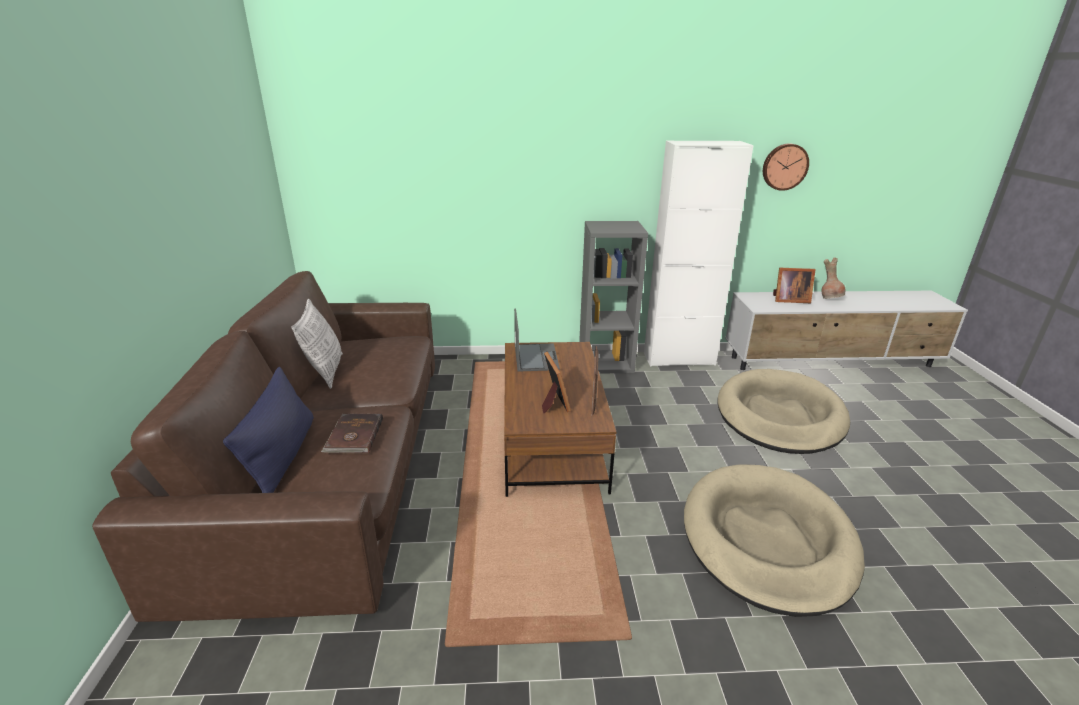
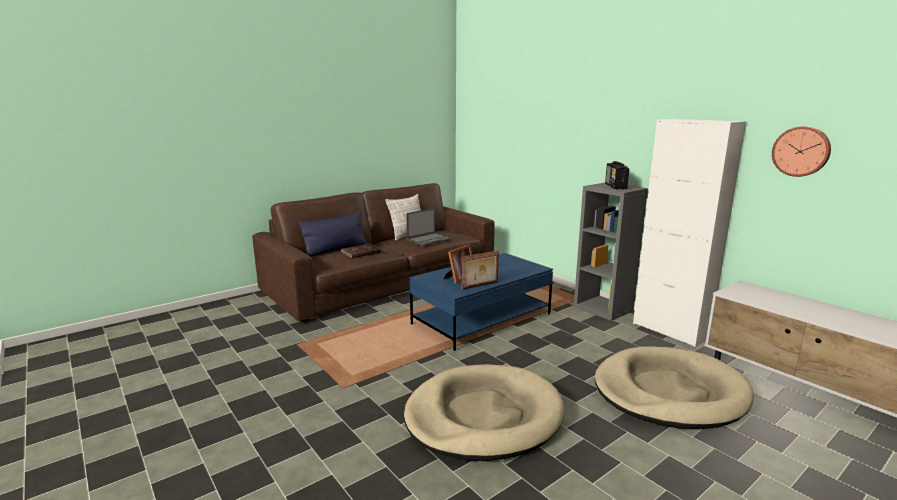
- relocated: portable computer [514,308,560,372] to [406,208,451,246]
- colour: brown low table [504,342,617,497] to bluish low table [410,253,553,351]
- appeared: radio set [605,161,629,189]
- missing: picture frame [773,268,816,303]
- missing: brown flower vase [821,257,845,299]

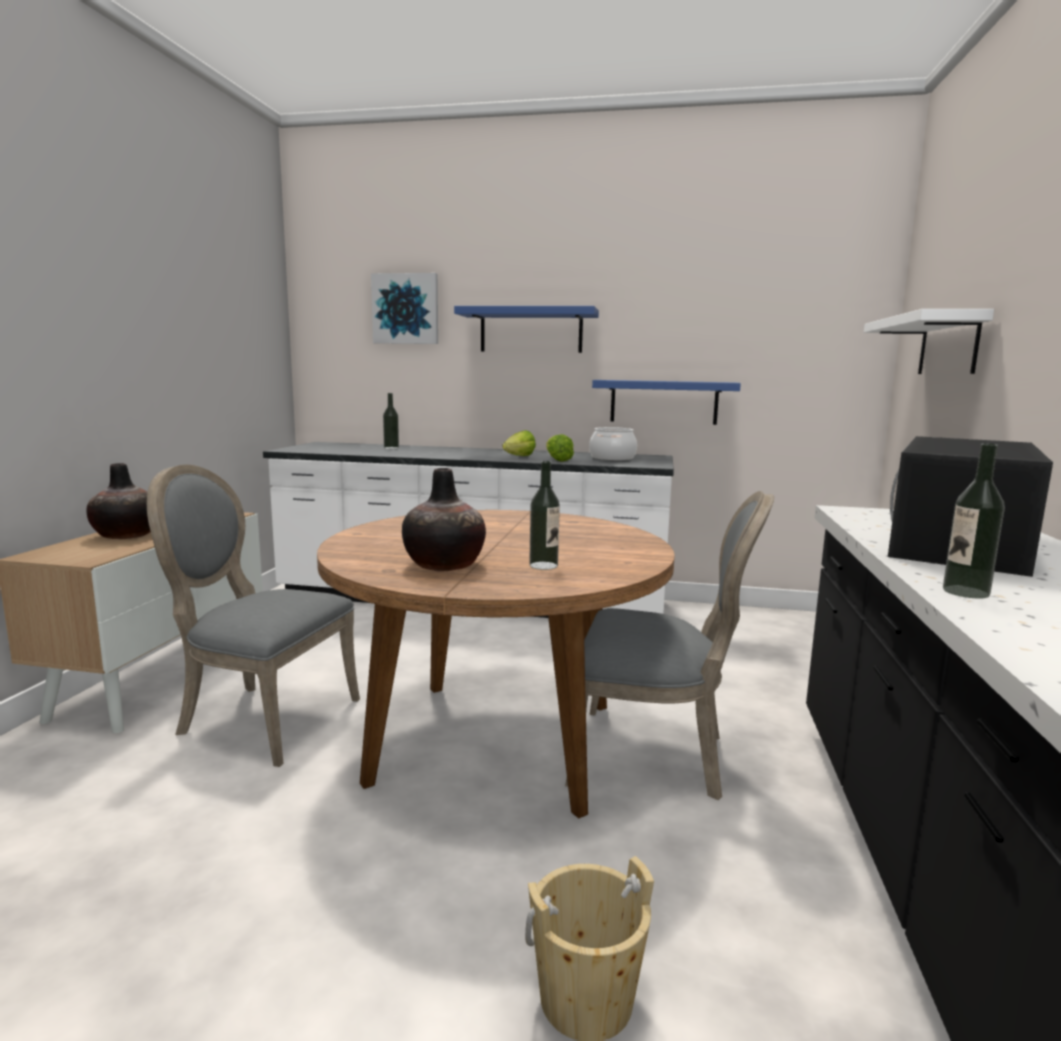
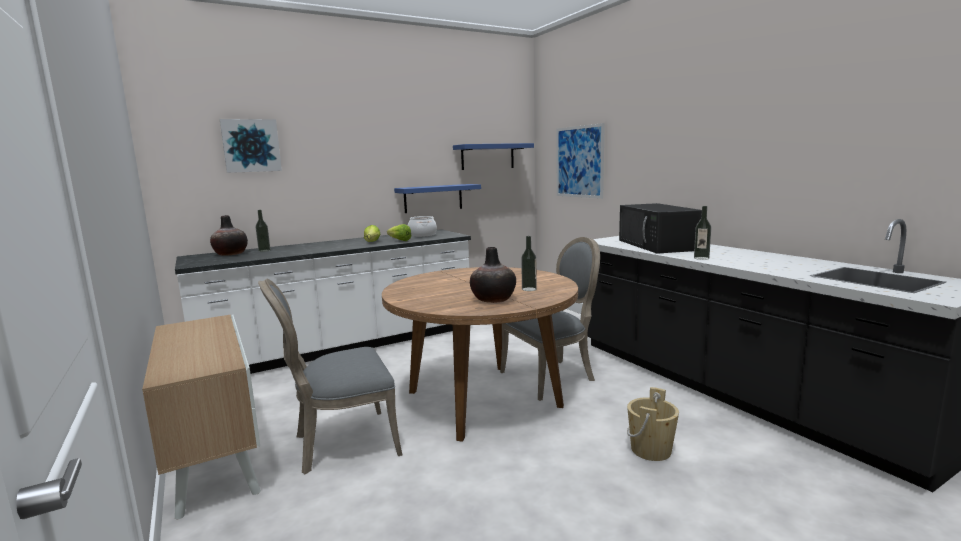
- relocated: flower vase [86,463,151,539] to [210,215,248,256]
- relocated: bluish shelf [454,306,599,353] to [453,143,534,170]
- exchanged: whitish shelf [864,309,994,374] to wall picture [557,123,605,199]

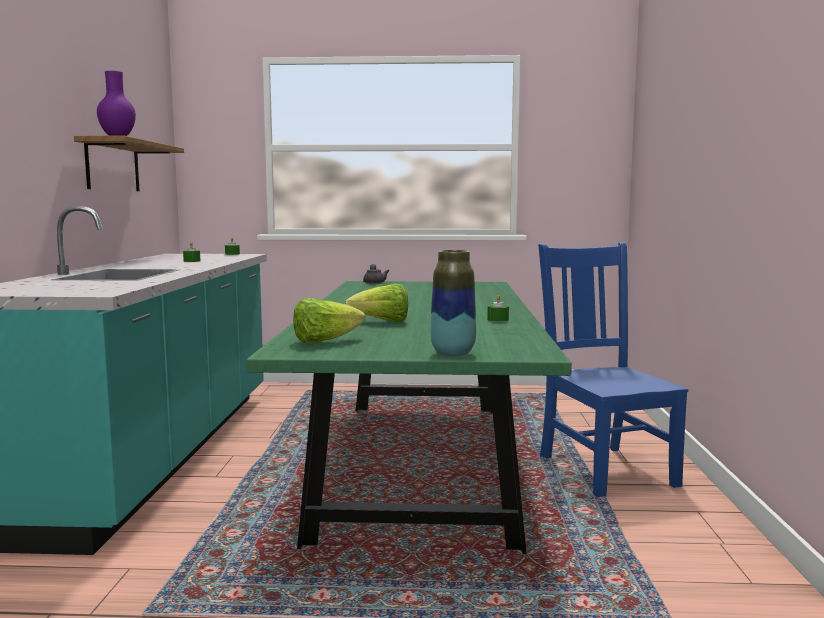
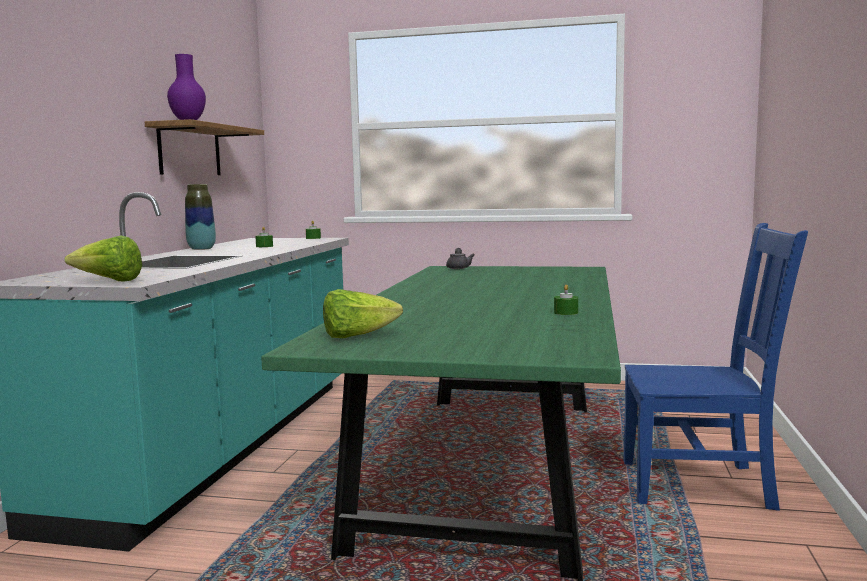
- relocated: lettuce head [344,284,408,322] to [65,235,142,282]
- relocated: flower vase [430,250,476,357] to [185,184,216,250]
- spun: bluish chair [538,242,688,497] = [624,223,808,511] 105 degrees clockwise

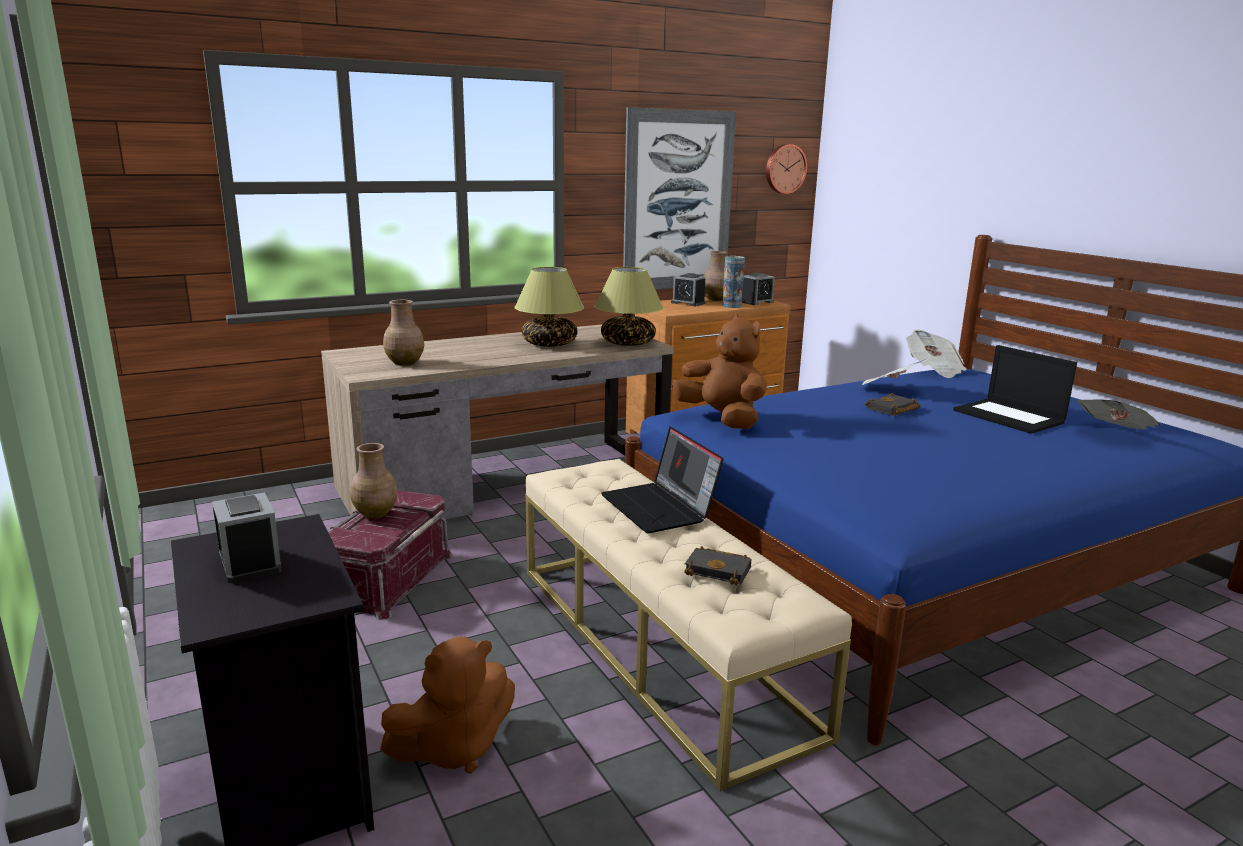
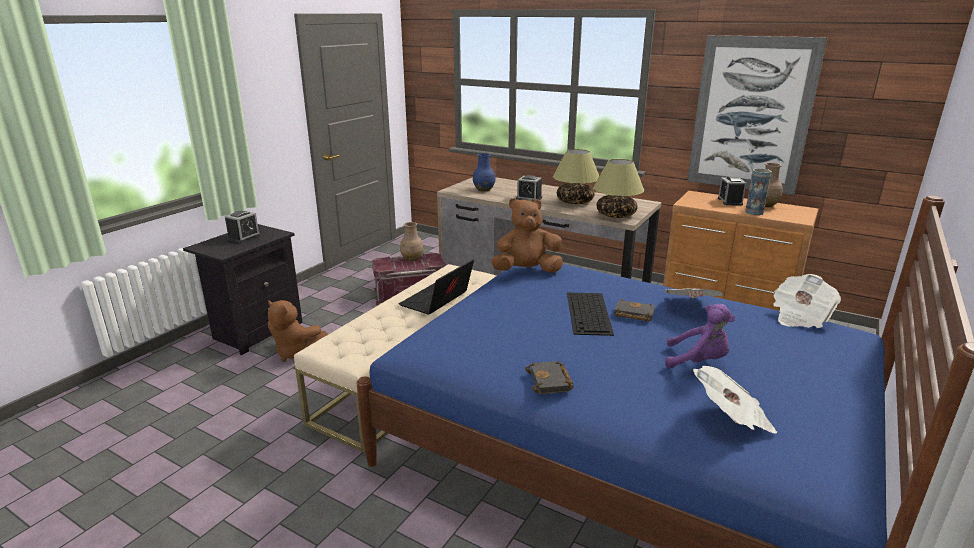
- colour: brown flower vase [383,300,424,366] to bluish flower vase [473,153,496,192]
- spun: brown soft toy [672,314,767,429] = [491,198,563,273] 120 degrees counterclockwise
- relocated: alarm clock [742,273,775,305] to [516,175,542,202]
- relocated: blackish bound book [684,546,751,585] to [525,361,574,394]
- appeared: PC keyboard [567,292,614,336]
- exchanged: portable computer [953,345,1077,434] to purple soft toy [665,304,735,369]
- missing: clock on the wall [766,144,807,194]

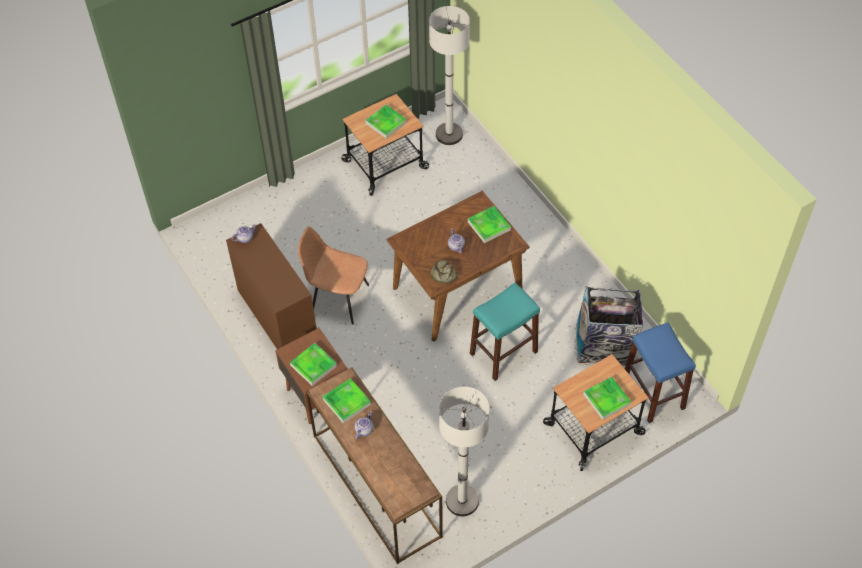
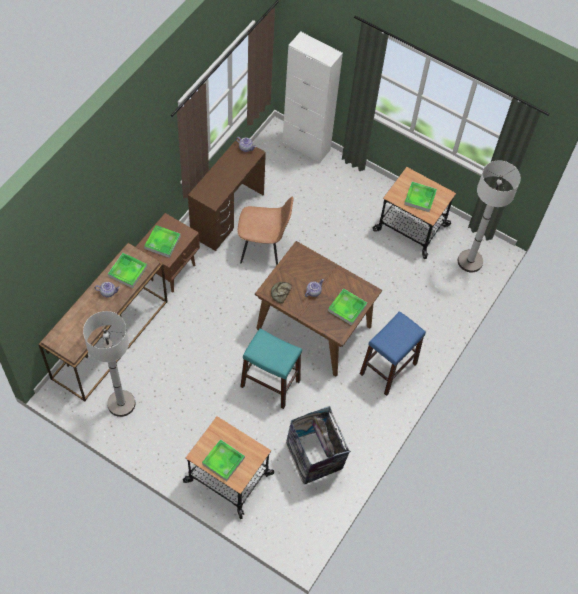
- spun: brown chair [298,227,369,325] = [238,196,293,266] 105 degrees clockwise
- appeared: whitish storage cabinet [282,31,343,163]
- relocated: bluish stool [625,322,696,423] to [360,311,426,396]

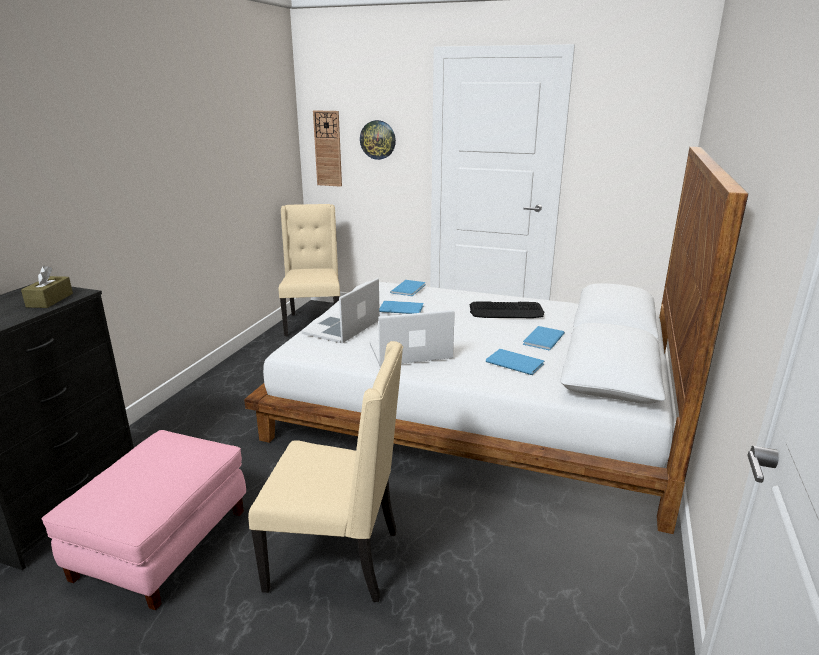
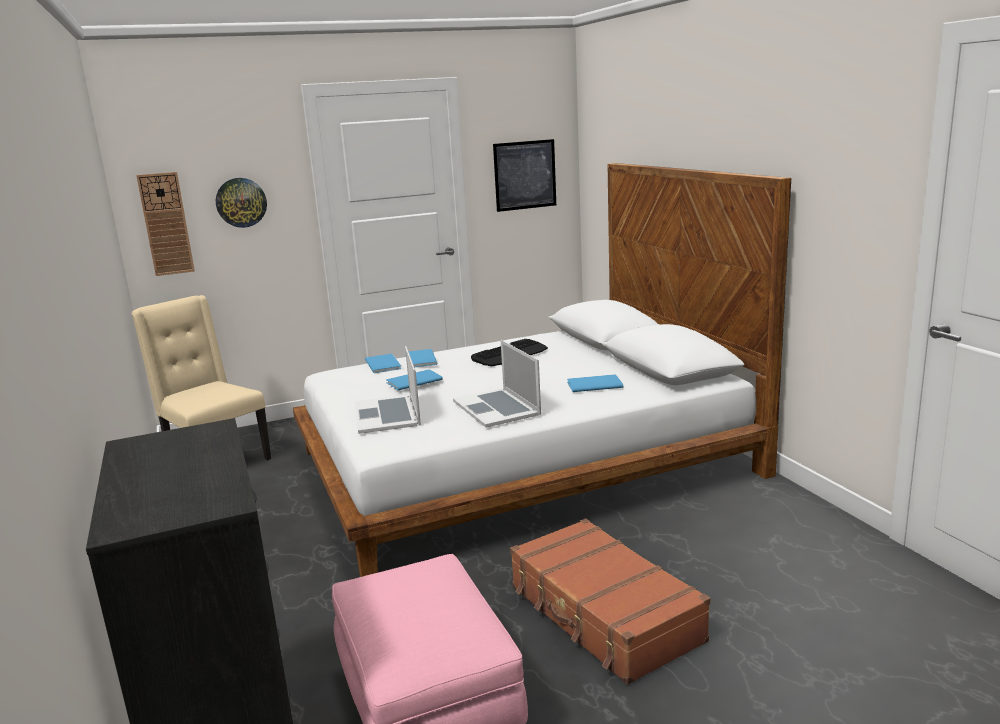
- relocated: bluish bound book [523,326,565,351] to [405,349,437,367]
- spun: portable computer [370,310,455,366] = [453,340,541,428] 60 degrees counterclockwise
- appeared: wall picture [493,139,556,212]
- exchanged: sand-coloured chair [248,341,403,602] to brown suitcase [510,519,710,685]
- missing: brown box of tissues [21,266,73,308]

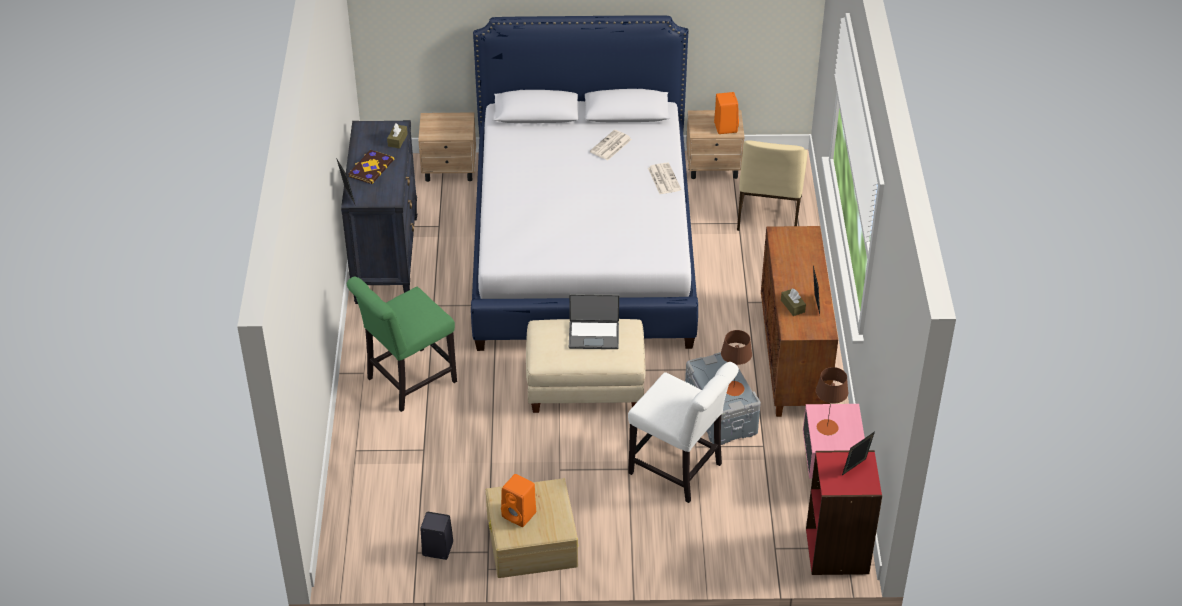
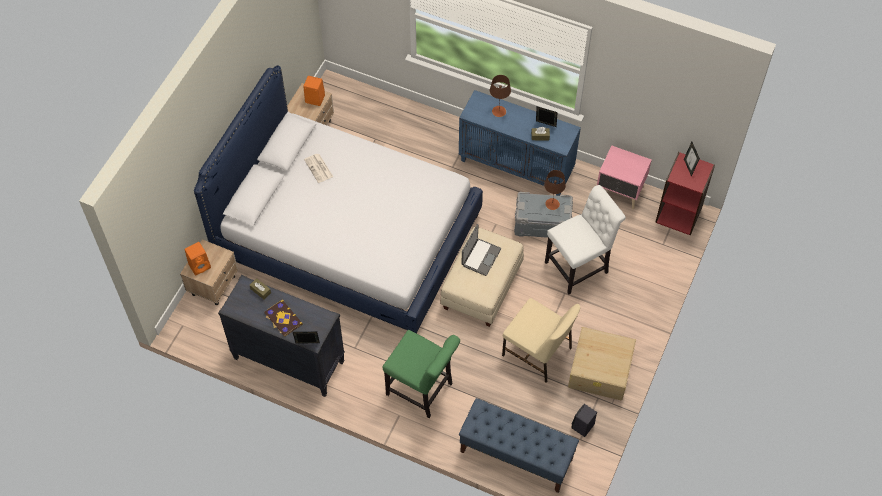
- relocated: orangey loudspeaker [501,474,536,527] to [185,242,211,275]
- spun: green chair [347,277,457,412] = [382,330,460,418] 45 degrees counterclockwise
- colour: brown storage cabinet [761,226,838,417] to bluish storage cabinet [459,90,581,196]
- appeared: bluish long seat [459,398,579,493]
- relocated: brown table lamp [816,367,848,435] to [490,75,511,117]
- relocated: sand-coloured chair [737,141,808,231] to [502,298,580,383]
- missing: daily paper [648,163,681,194]

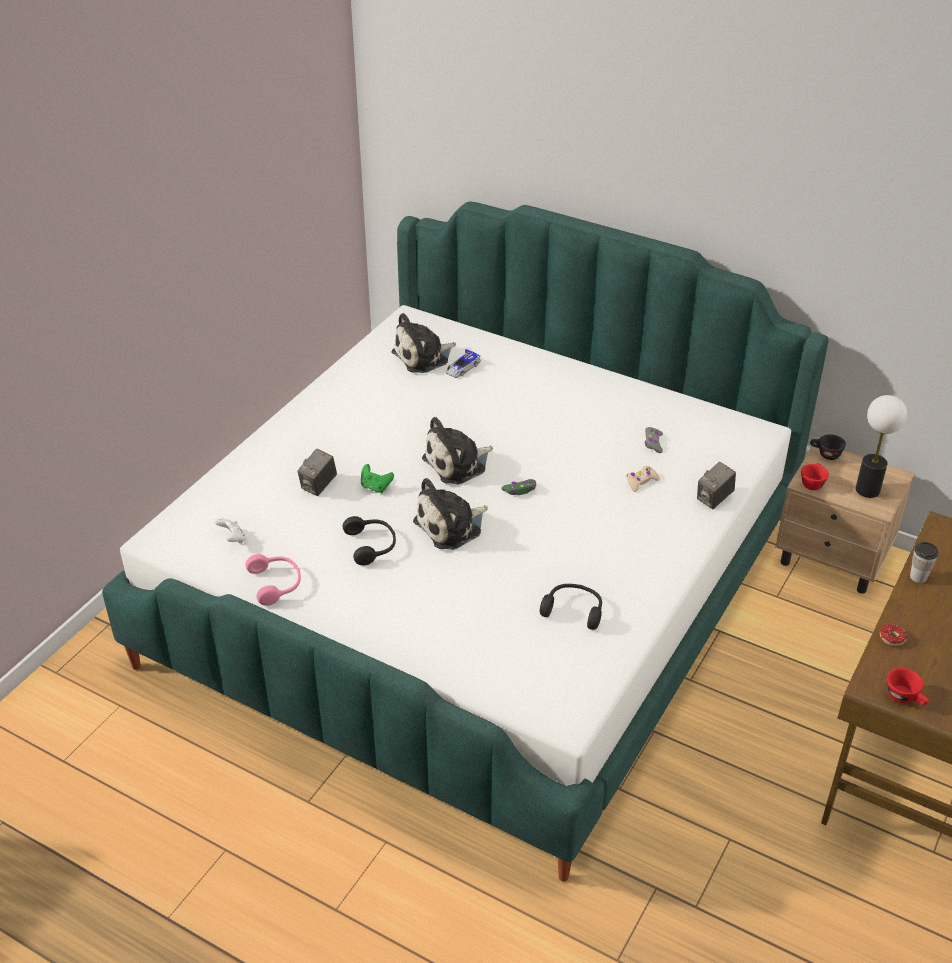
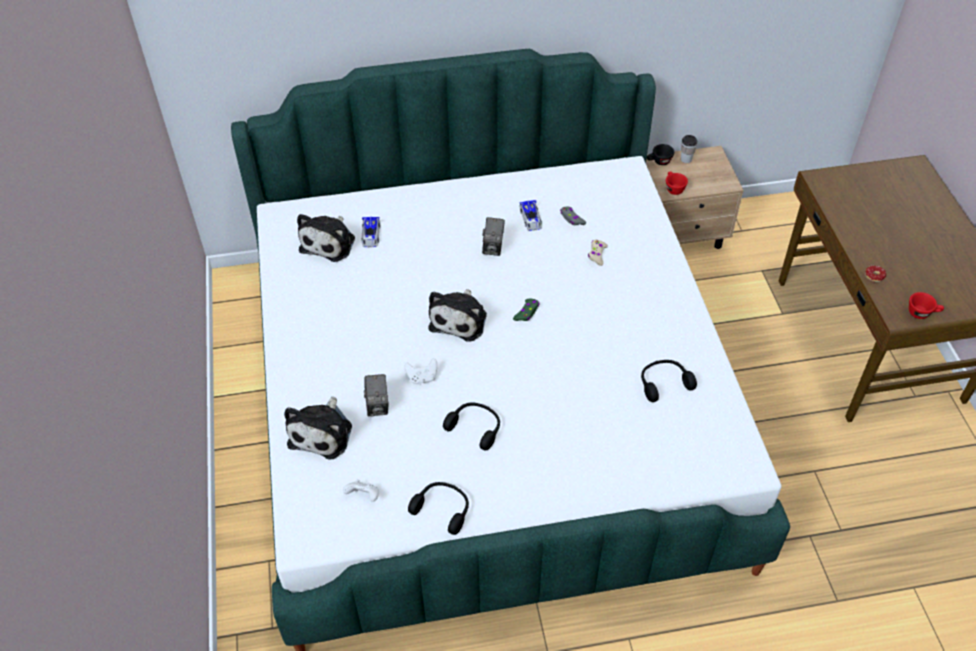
- relocated: soft toy [413,478,488,550] to [284,396,352,460]
- colour: green joypad [361,464,394,493] to whitish joypad [404,358,437,384]
- colour: pinkish headset [246,554,301,606] to blackish headset [408,482,469,535]
- relocated: still camera [697,462,736,509] to [482,217,505,256]
- appeared: miniature car [519,200,542,231]
- relocated: small cup [910,542,939,583] to [681,135,697,163]
- missing: table lamp [856,395,907,498]

